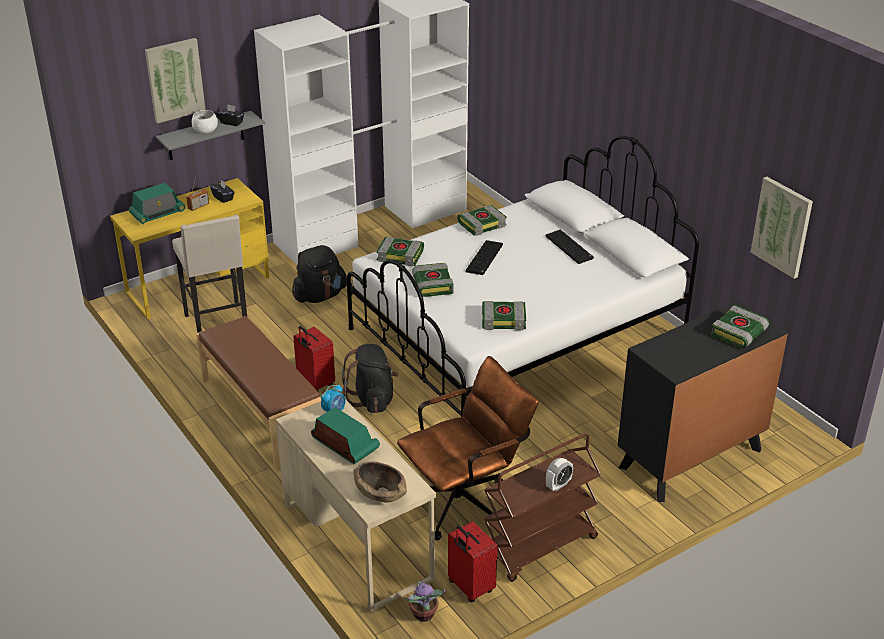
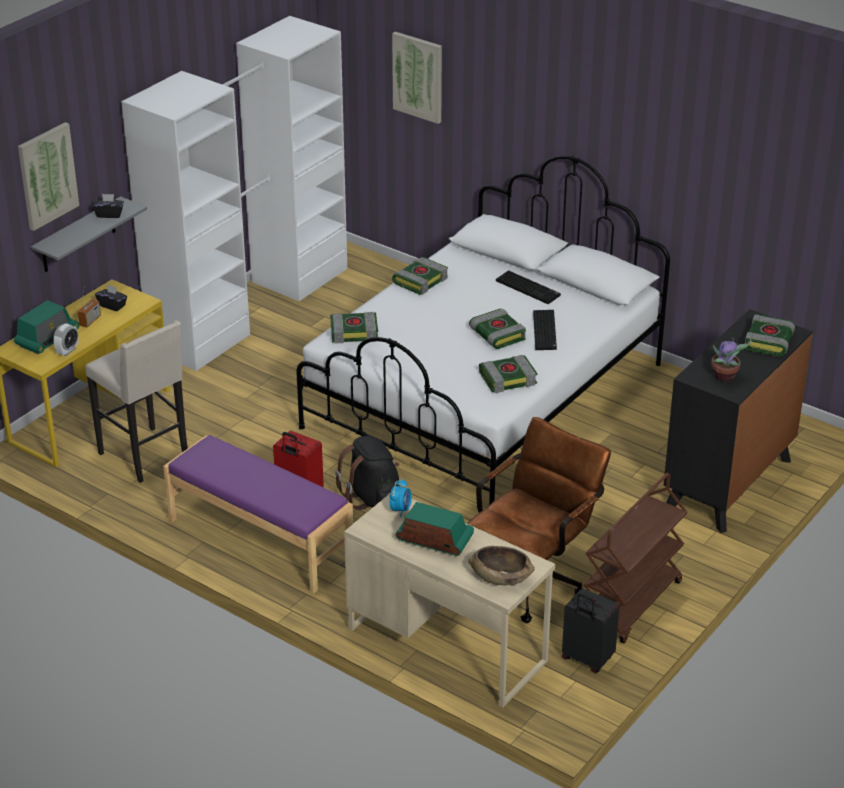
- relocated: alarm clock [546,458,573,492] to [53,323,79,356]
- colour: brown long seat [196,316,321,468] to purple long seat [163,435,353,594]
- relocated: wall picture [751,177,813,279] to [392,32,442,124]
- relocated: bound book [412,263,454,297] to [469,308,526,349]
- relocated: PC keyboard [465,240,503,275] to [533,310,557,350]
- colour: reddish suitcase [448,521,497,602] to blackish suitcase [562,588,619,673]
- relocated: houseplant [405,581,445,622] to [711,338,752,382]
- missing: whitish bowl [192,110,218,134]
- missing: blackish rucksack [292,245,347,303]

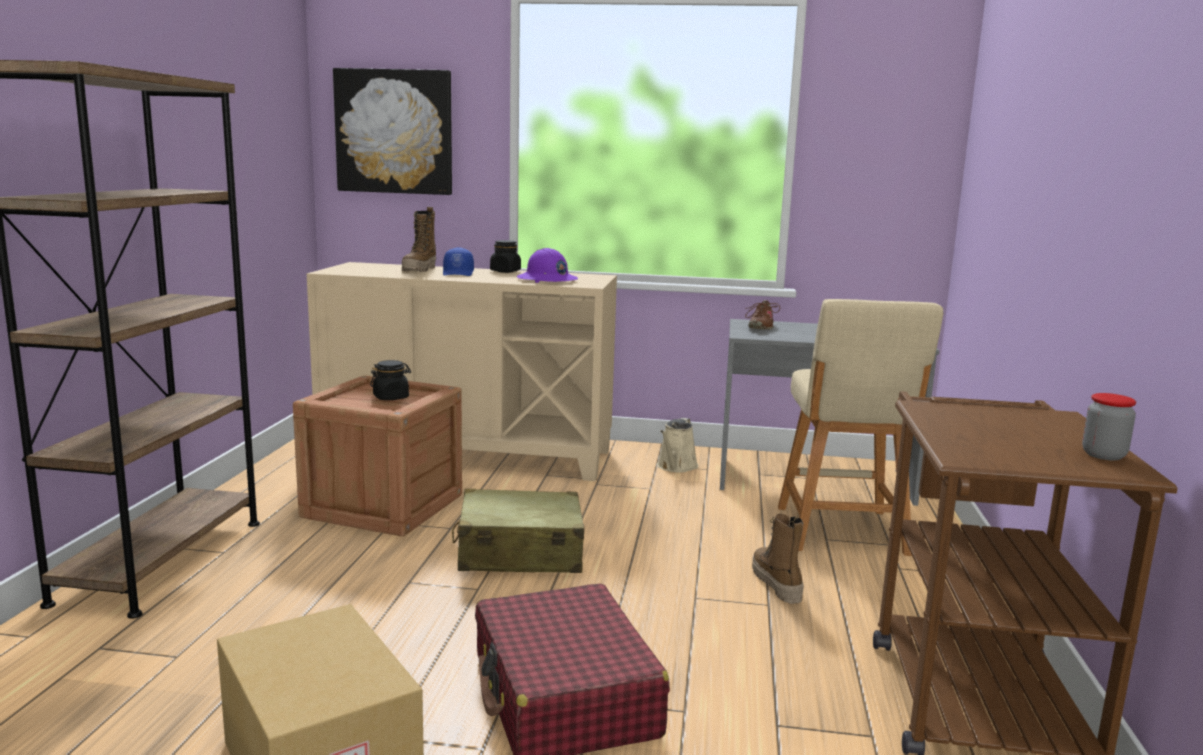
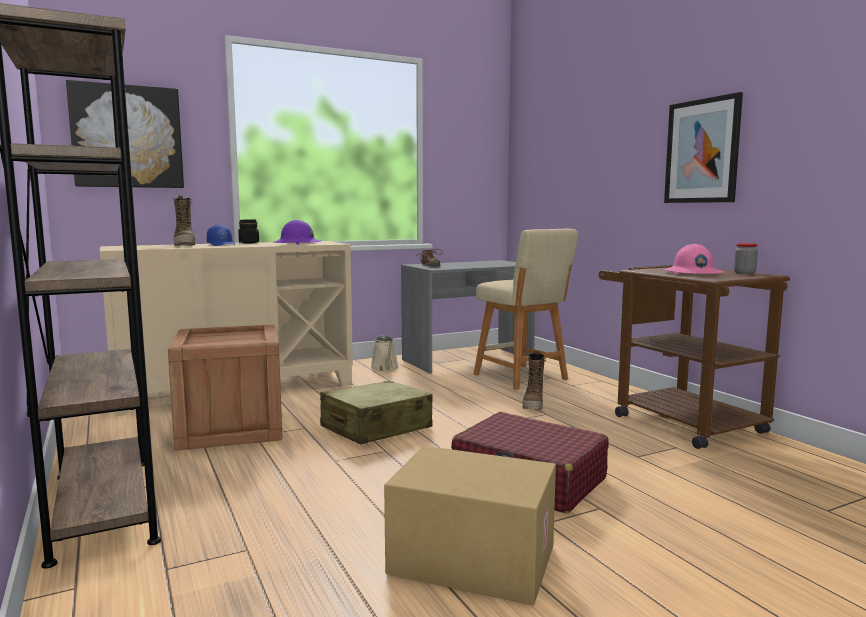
- spun: boot [752,514,804,604] = [523,350,546,410] 120 degrees counterclockwise
- appeared: wall picture [664,92,743,203]
- appeared: pinkish hard hat [664,244,723,275]
- missing: blackish jar [370,360,411,400]

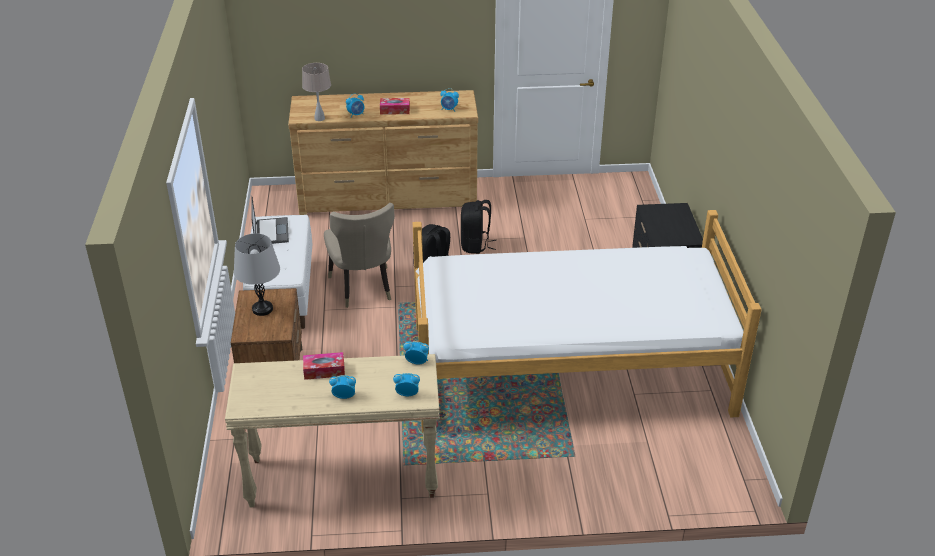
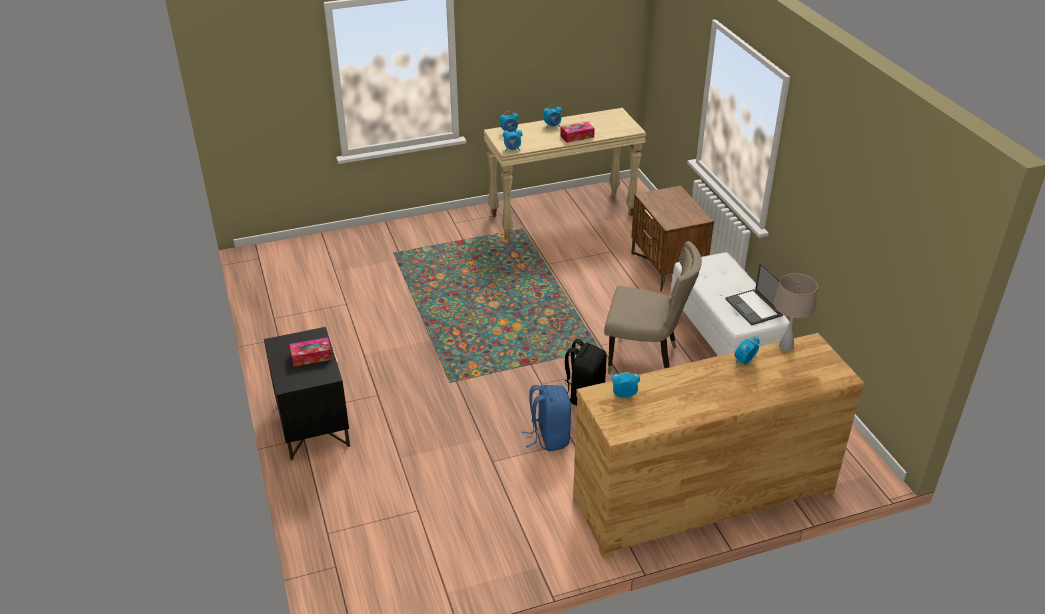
- relocated: box of tissues [380,98,410,115] to [290,337,332,367]
- colour: blackish rucksack [461,200,496,254] to bluish rucksack [522,385,571,451]
- spun: sand-coloured chair [324,203,395,308] = [604,241,702,374] 135 degrees clockwise
- missing: gray table lamp [234,233,280,316]
- missing: sleeping bed [413,210,762,433]

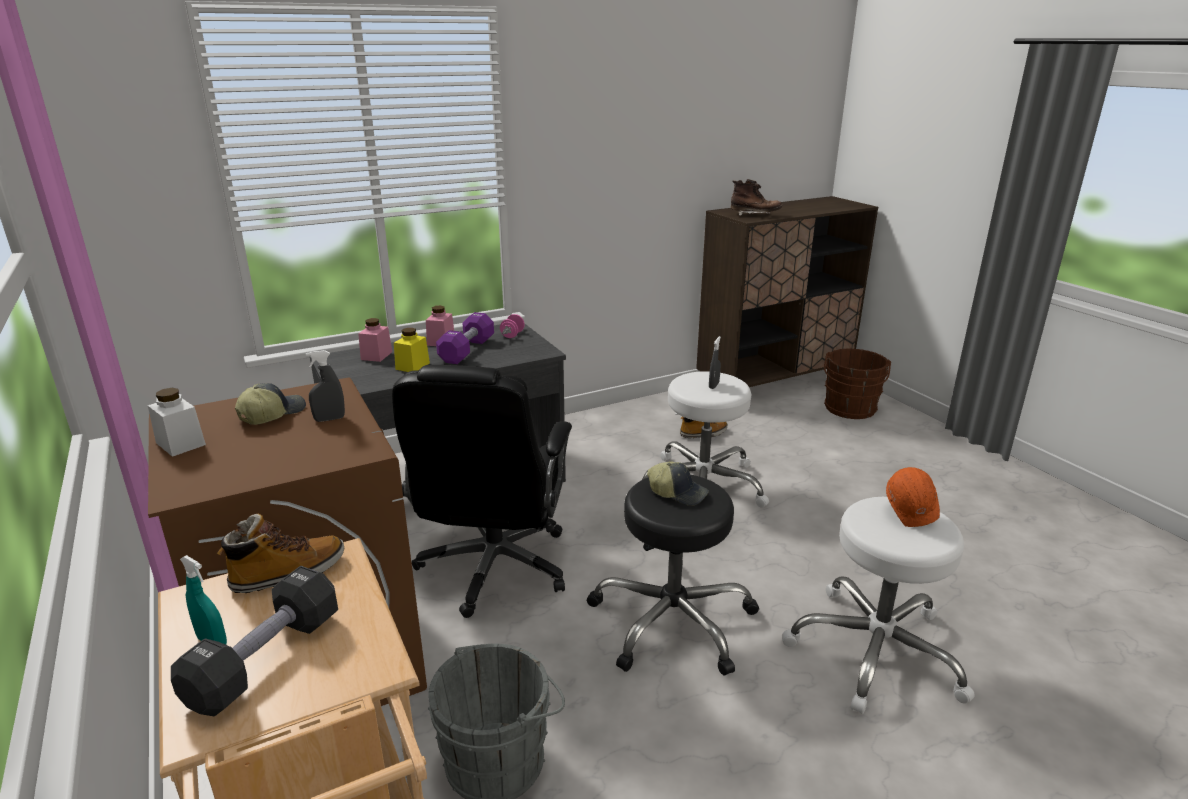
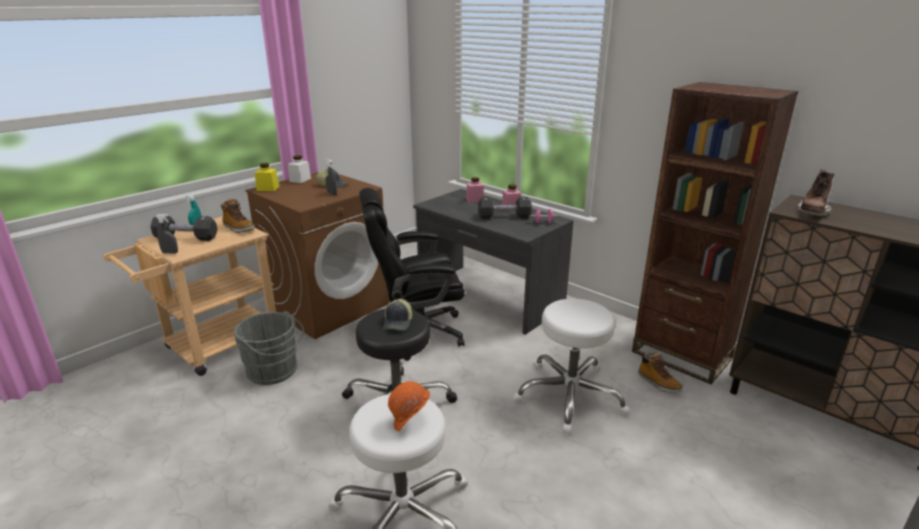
- relocated: gray sprayer [709,336,721,389] to [155,214,178,254]
- relocated: yellowish jar [394,328,430,372] to [255,163,279,191]
- colour: purple dumbbell [436,312,494,364] to blackish dumbbell [478,197,532,219]
- appeared: brown bookshelf [632,82,798,384]
- spun: brown boot [730,179,782,216] = [797,169,834,216] 45 degrees clockwise
- missing: brown bucket [824,349,891,419]

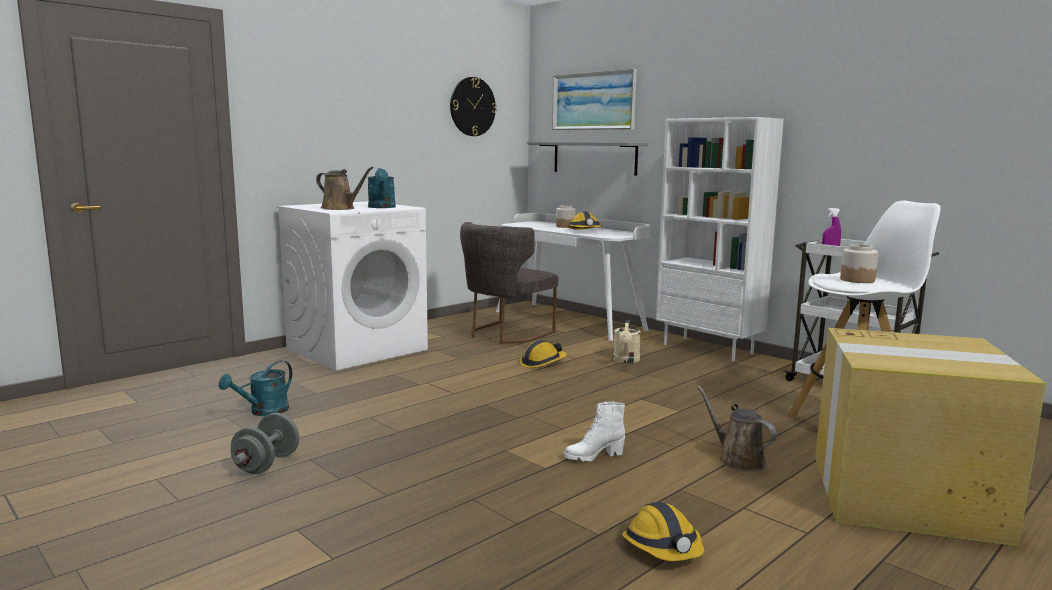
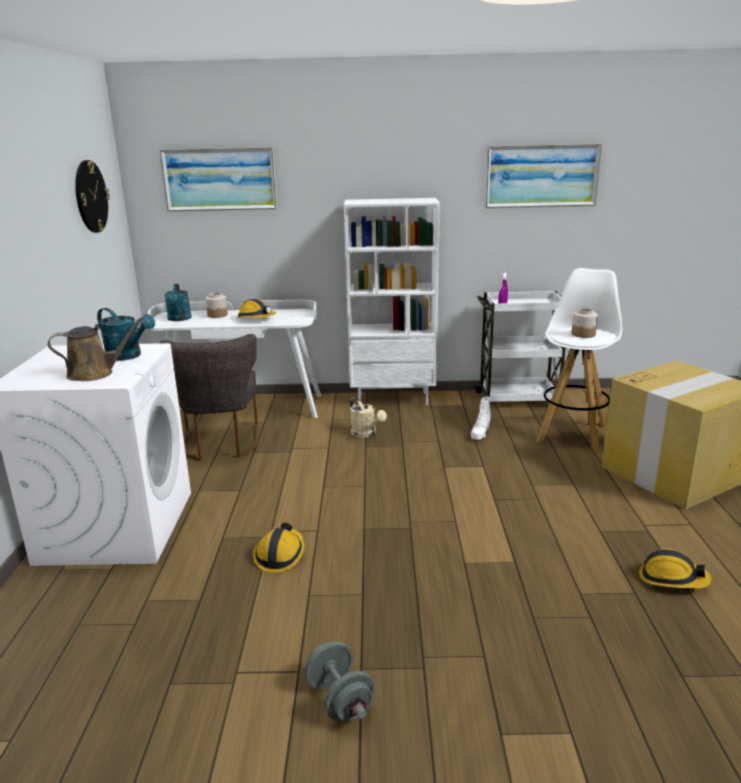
- relocated: turquoise sprinkling can [219,360,292,416] to [164,284,192,321]
- relocated: hard hat [520,340,567,368] to [253,523,305,573]
- relocated: whitish boot [564,402,625,462] to [471,396,491,440]
- appeared: wall picture [485,144,602,208]
- missing: gray shelf [527,142,648,176]
- missing: brown sprinkling can [697,386,777,471]

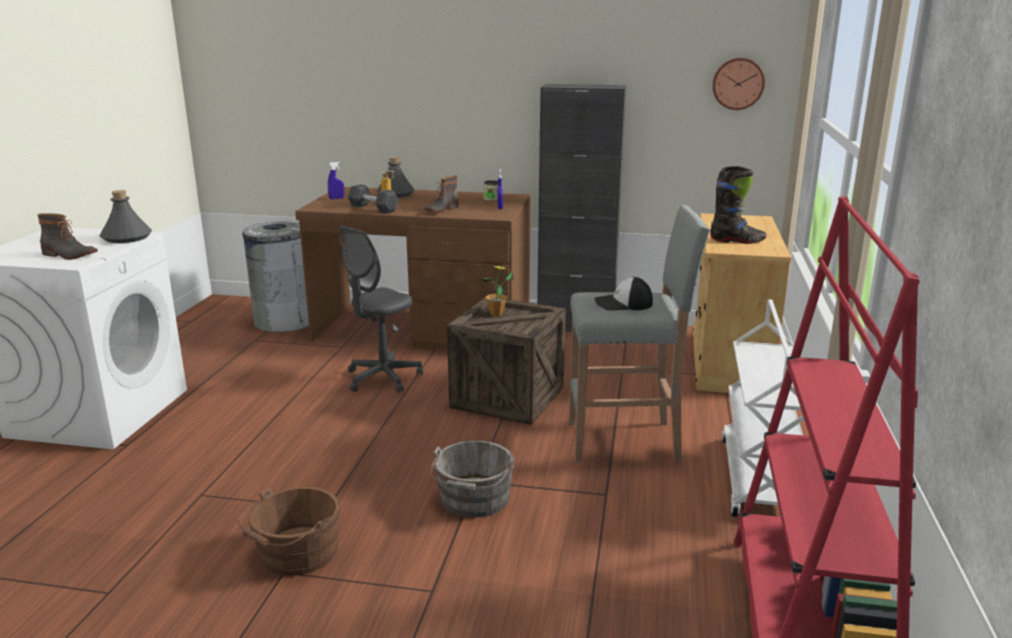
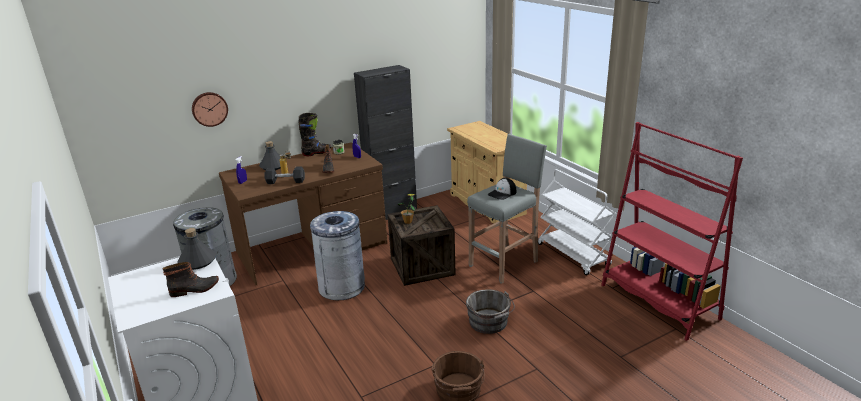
- relocated: clock on the wall [712,58,765,110] to [192,92,228,127]
- relocated: blackish boot [710,166,767,244] to [298,113,331,156]
- exchanged: gray computer chair [339,225,423,393] to gray trash can [310,211,365,300]

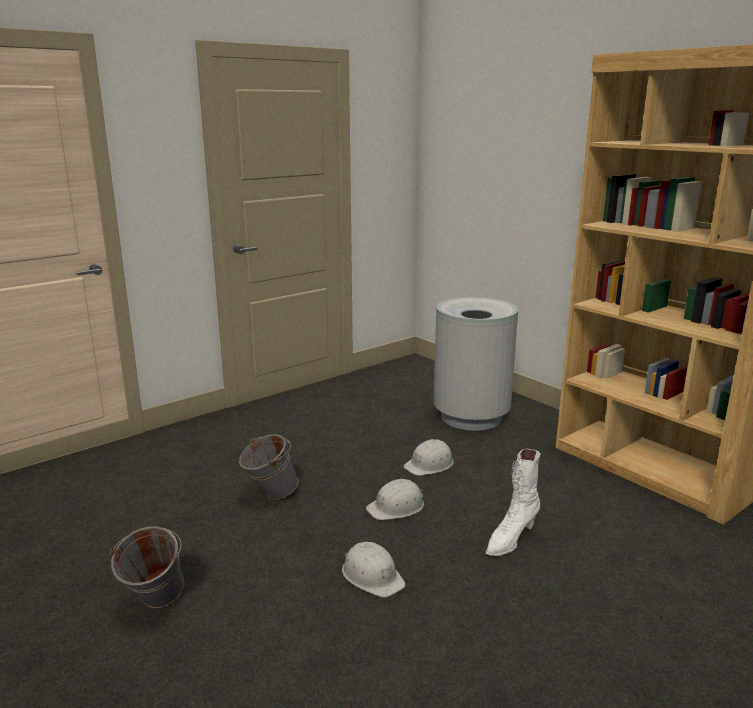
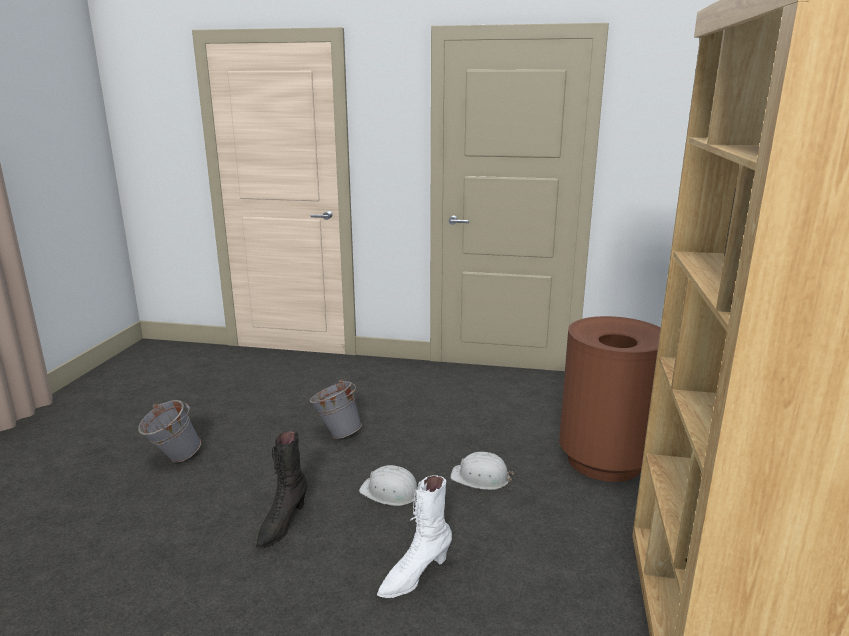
- exchanged: whitish hard hat [342,542,406,598] to blackish boot [256,431,308,548]
- spun: whitish boot [486,449,540,556] = [377,475,452,598] 45 degrees counterclockwise
- colour: gray trash can [433,297,518,431] to brown trash can [559,316,660,482]

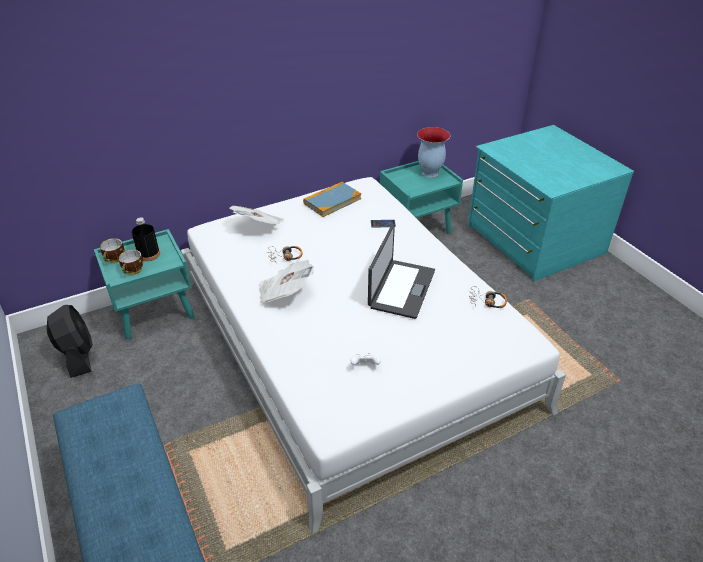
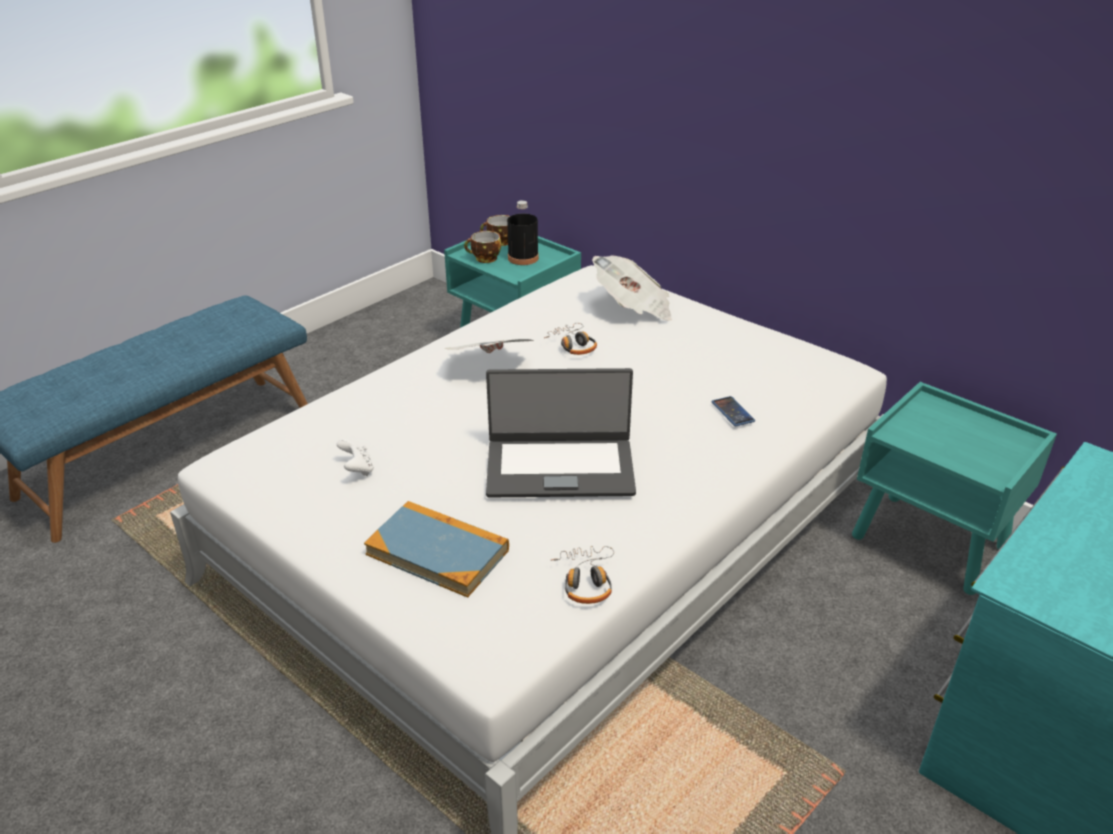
- relocated: bound book [303,182,361,217] to [364,501,509,598]
- missing: blackish fan [47,305,93,378]
- missing: flower vase [417,127,451,178]

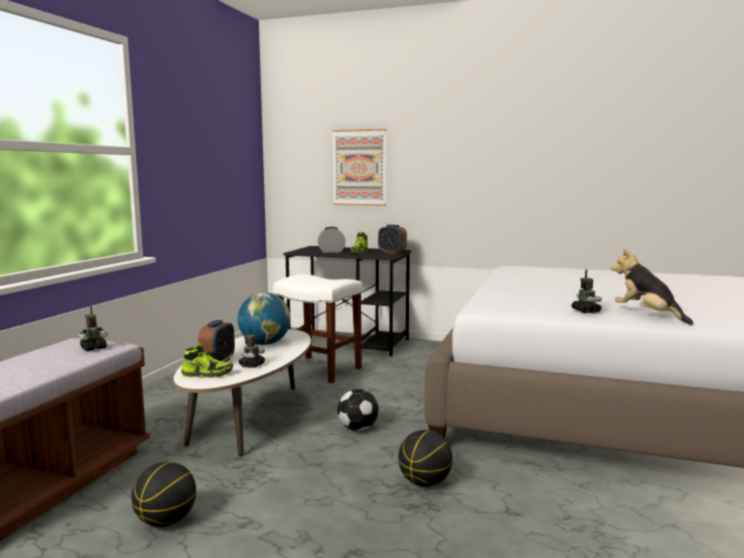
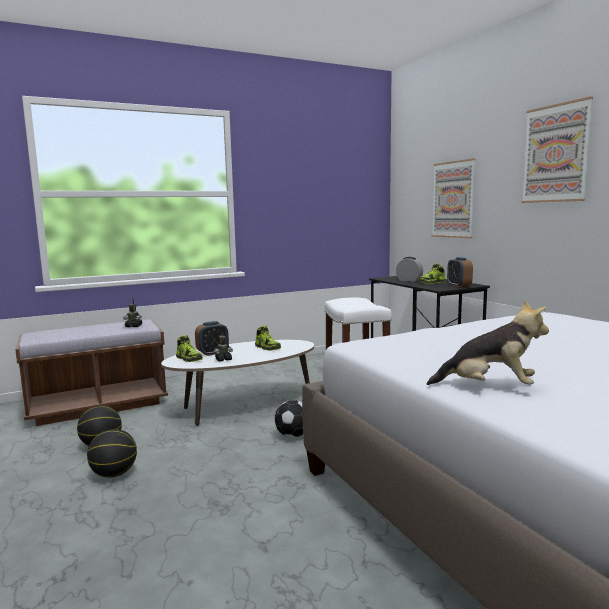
- relocated: ball for basketball [398,430,453,487] to [87,429,137,478]
- exchanged: desk globe [237,292,291,345] to shoe [255,326,281,350]
- spun: soft toy [611,249,693,325] = [427,300,549,385] 90 degrees clockwise
- appeared: wall picture [521,96,593,203]
- missing: robot figure [571,269,602,313]

